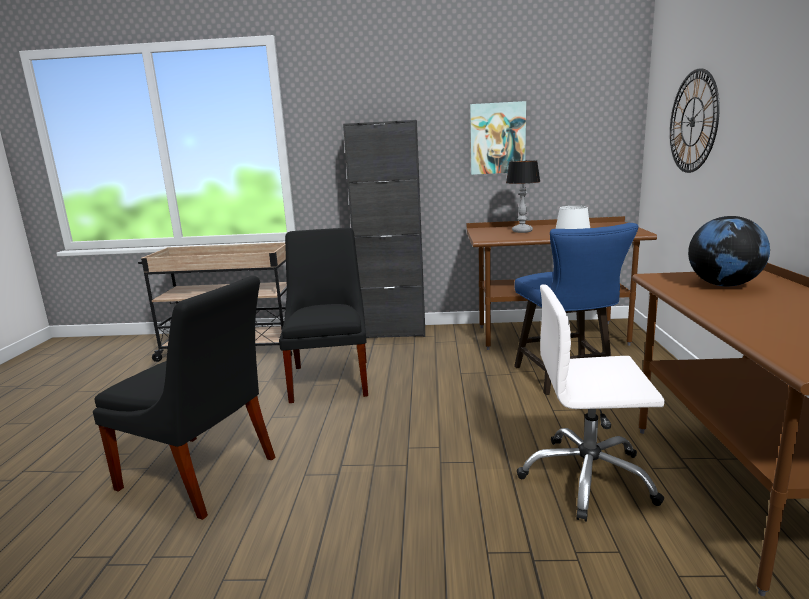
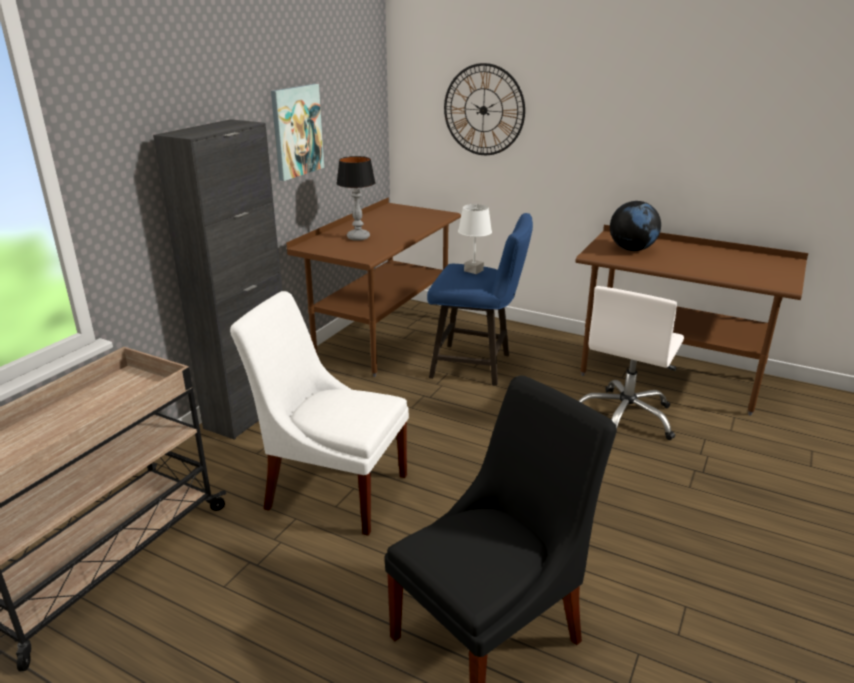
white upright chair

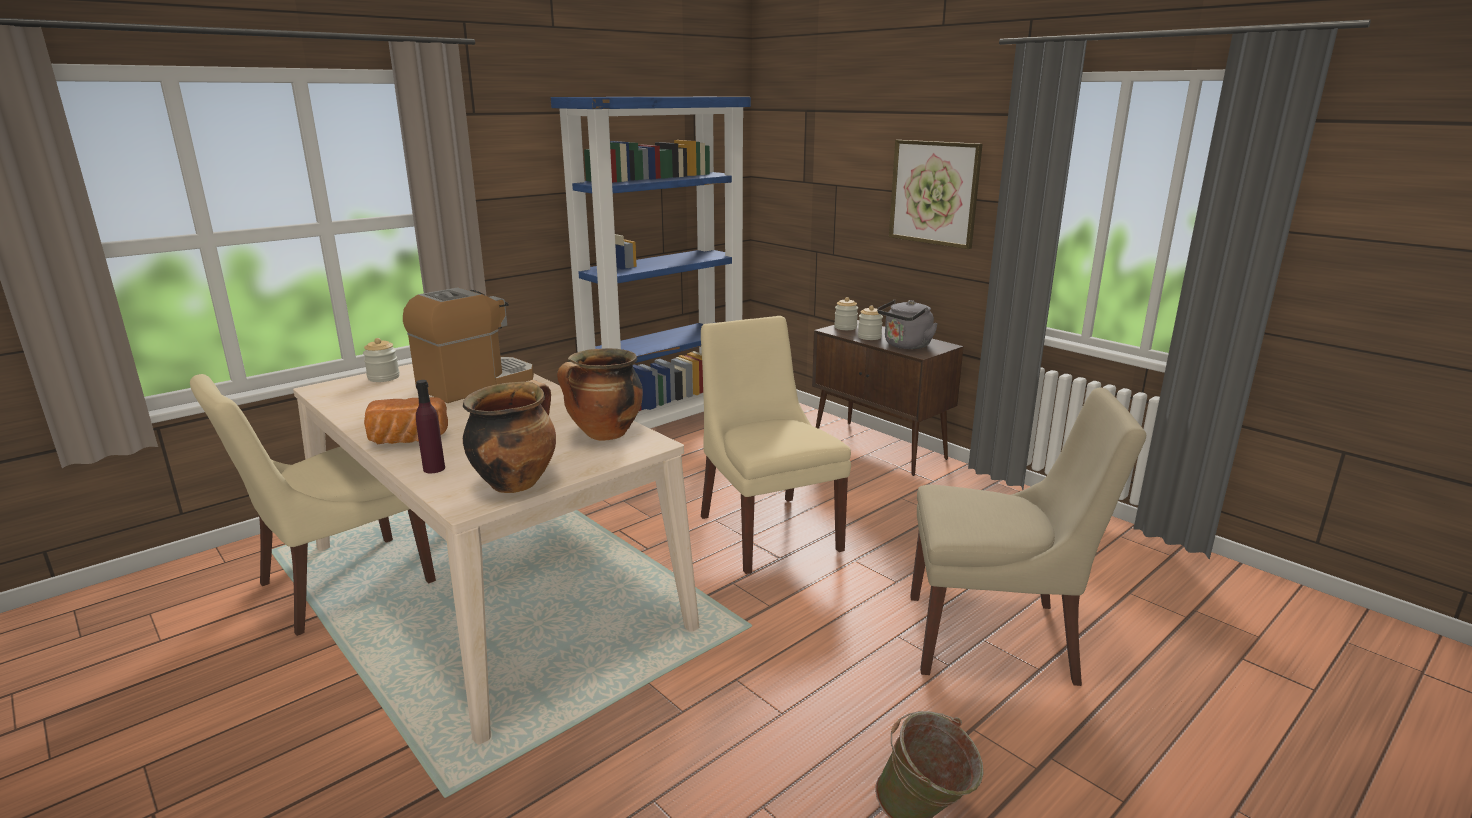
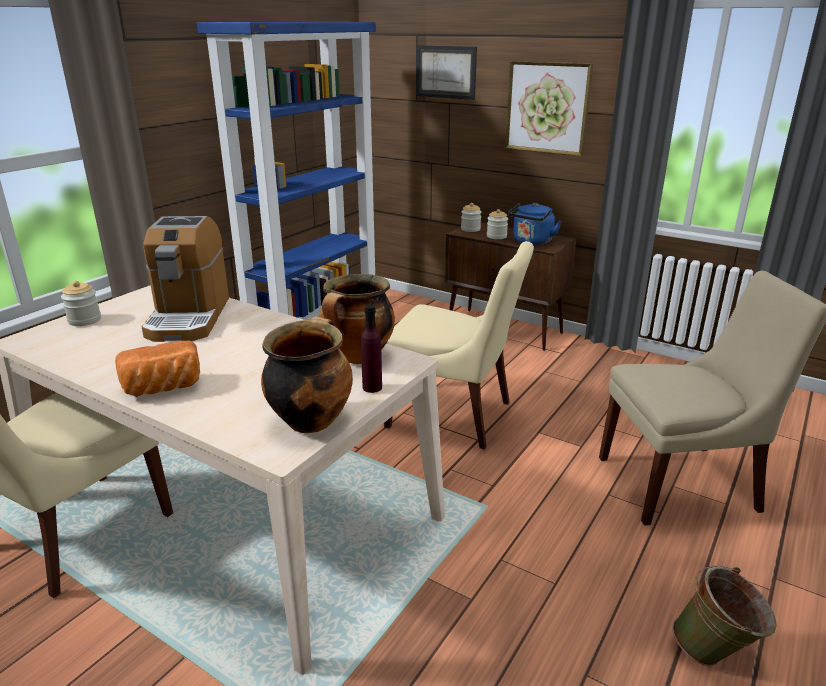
coffee brewer
purple drink bottle
beige upright chair (2nd from left)
blue-coloured water kettle
picture (1st from left)

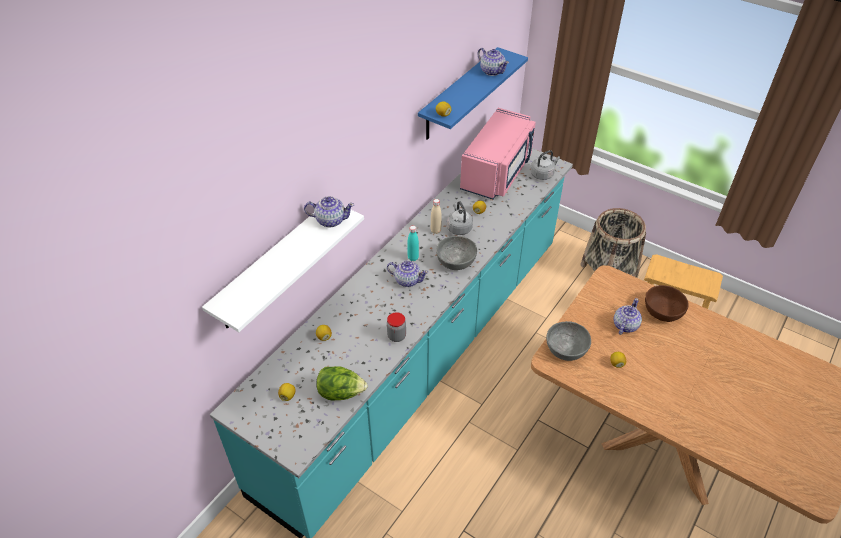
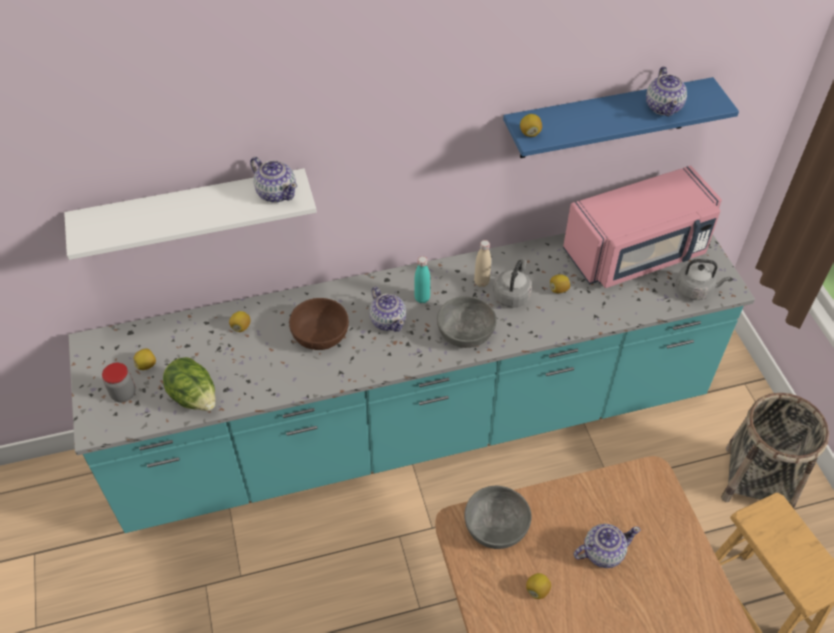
preserve jar
brown-coloured serving bowl

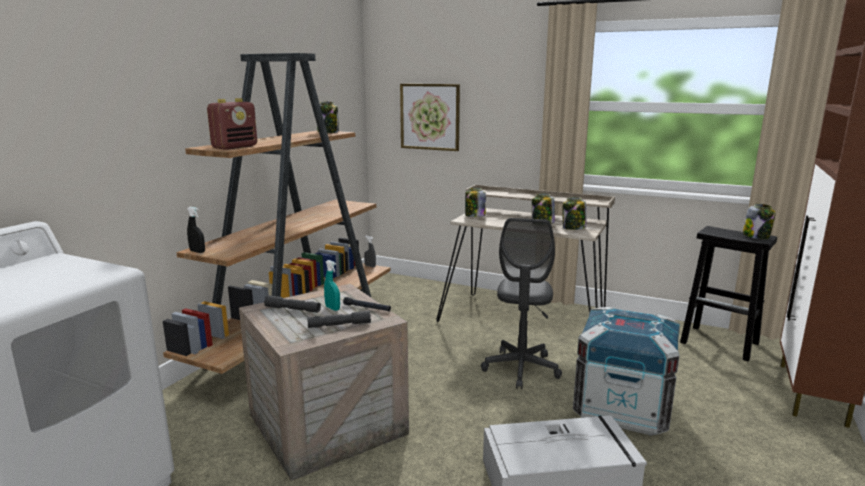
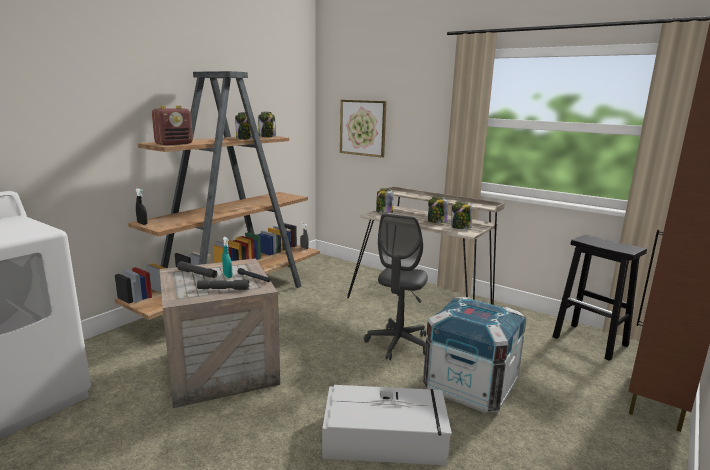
preserve jar (1st from left)

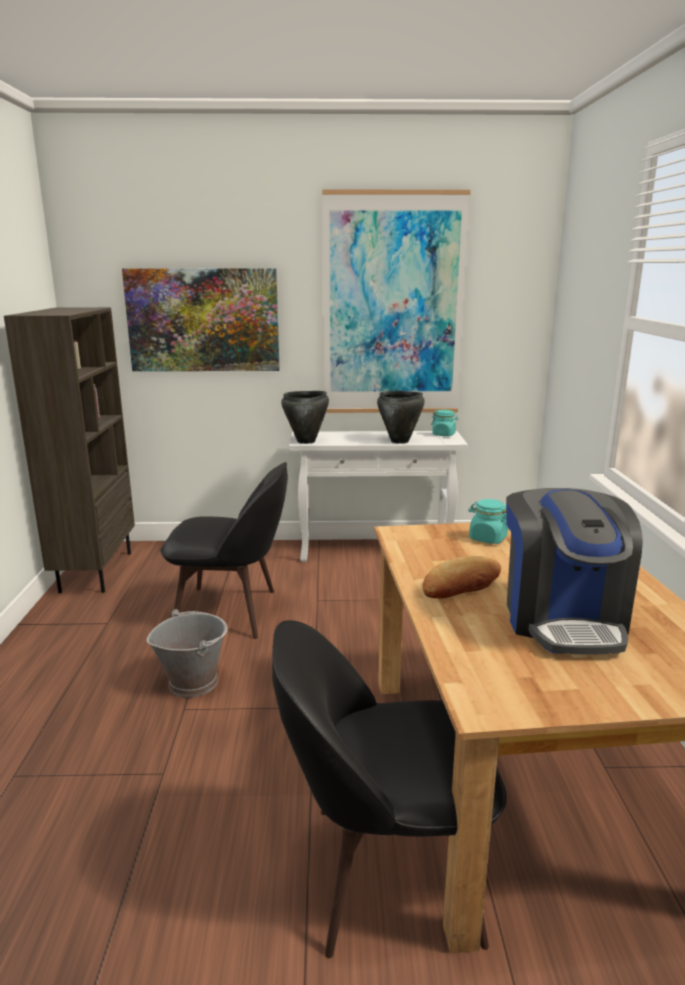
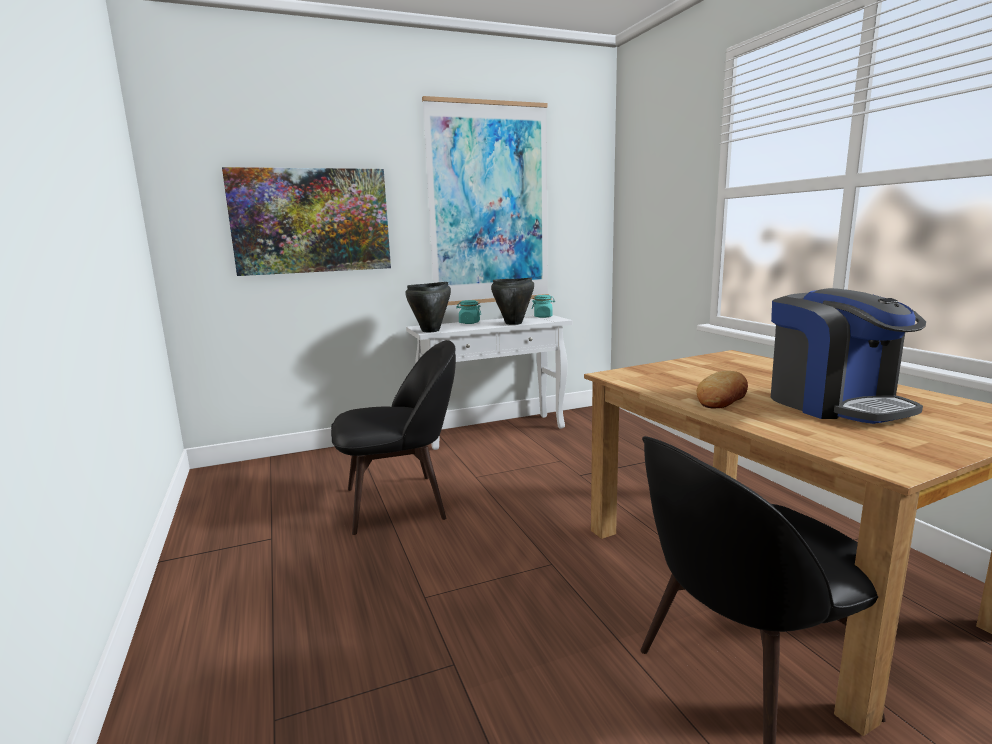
brown-coloured shelving unit
greyish pail
turquoise preserve jar (1st from left)

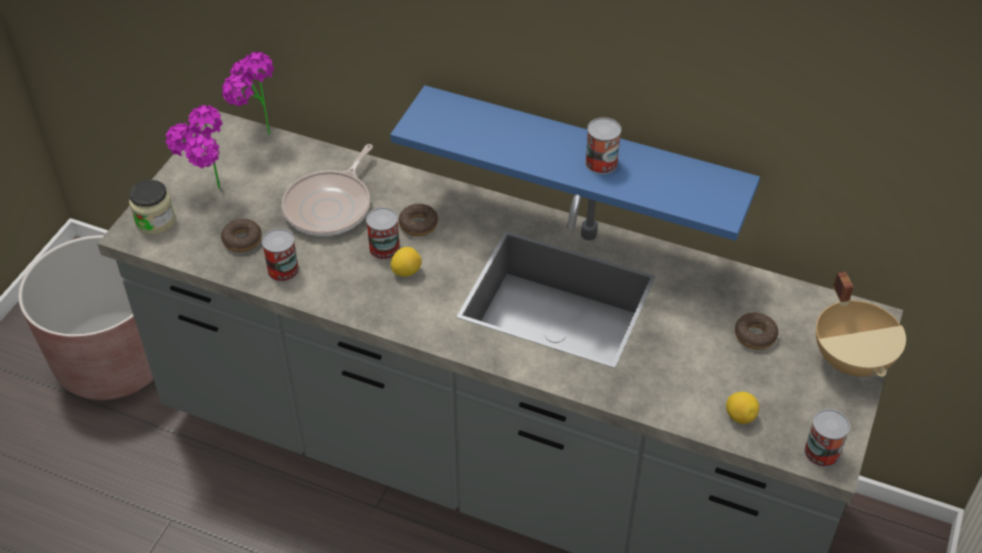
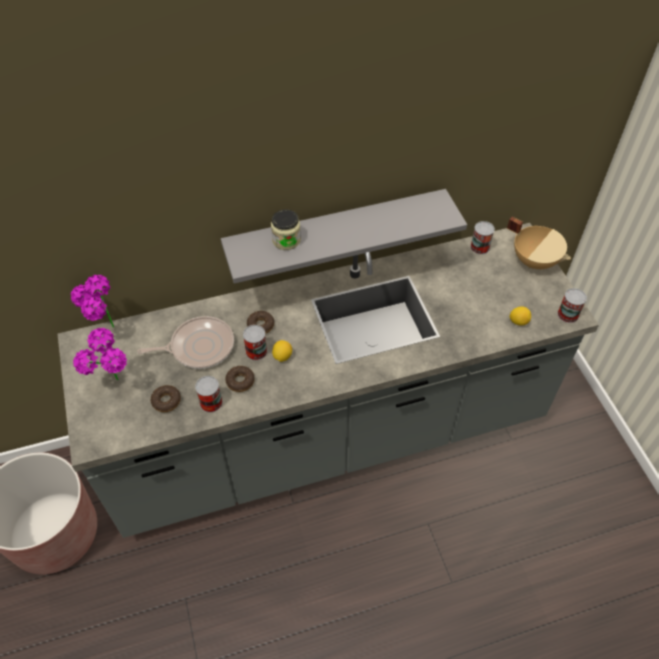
preserve jar
skillet
greyish shelf
can (3rd from left)
donut (2nd from left)

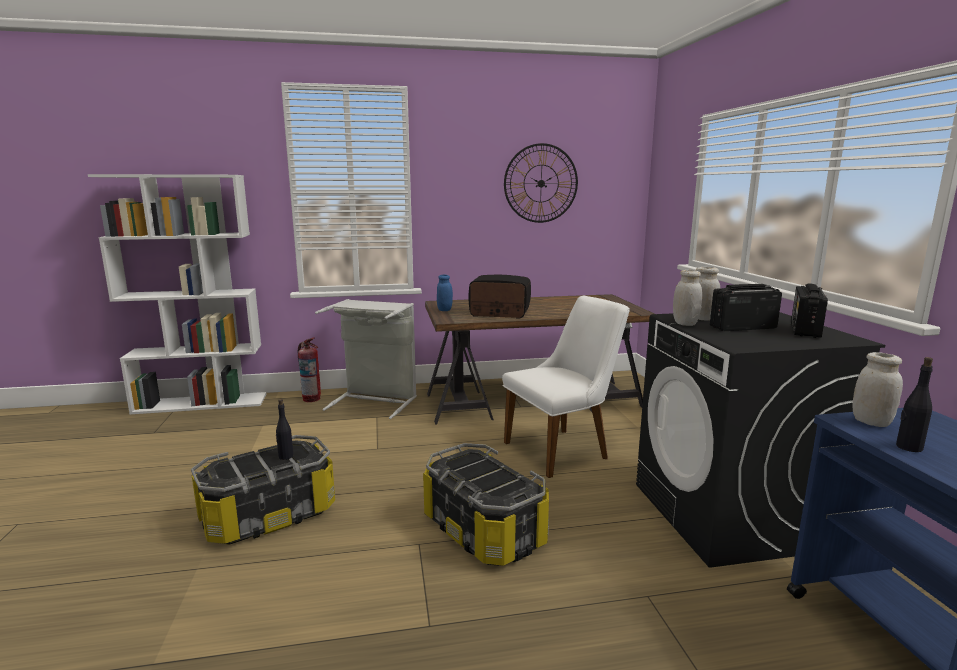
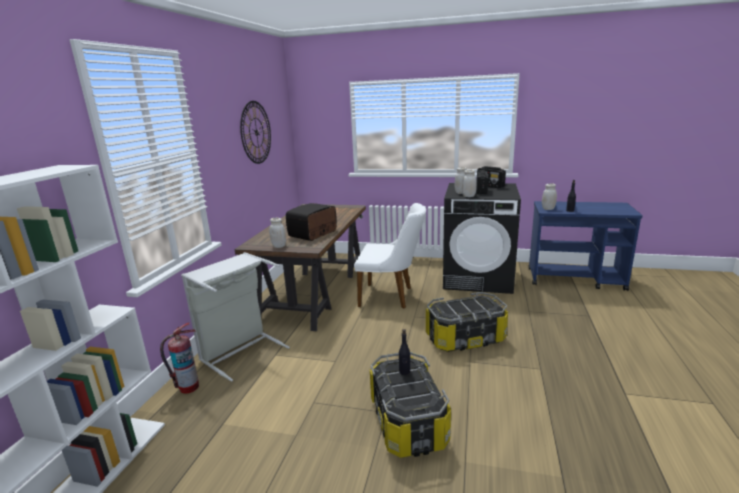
white preserve jar (1st from left)
white upright chair

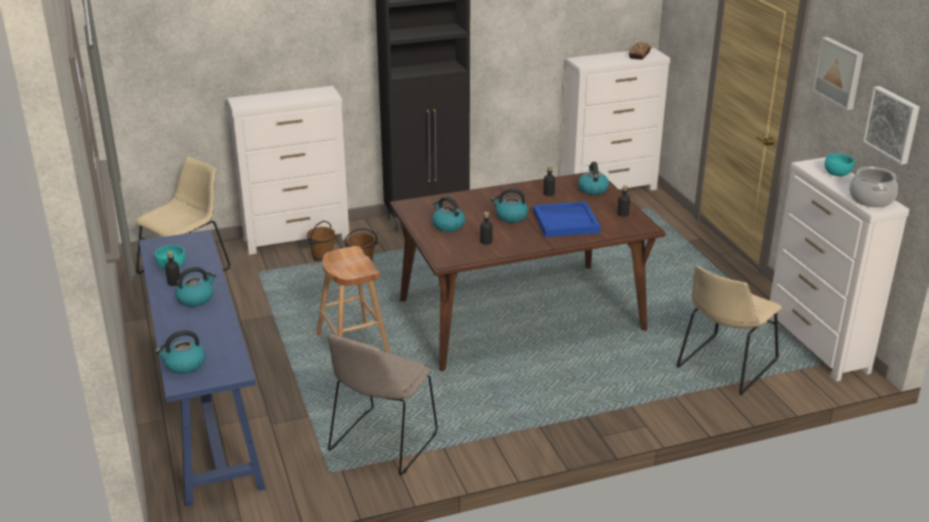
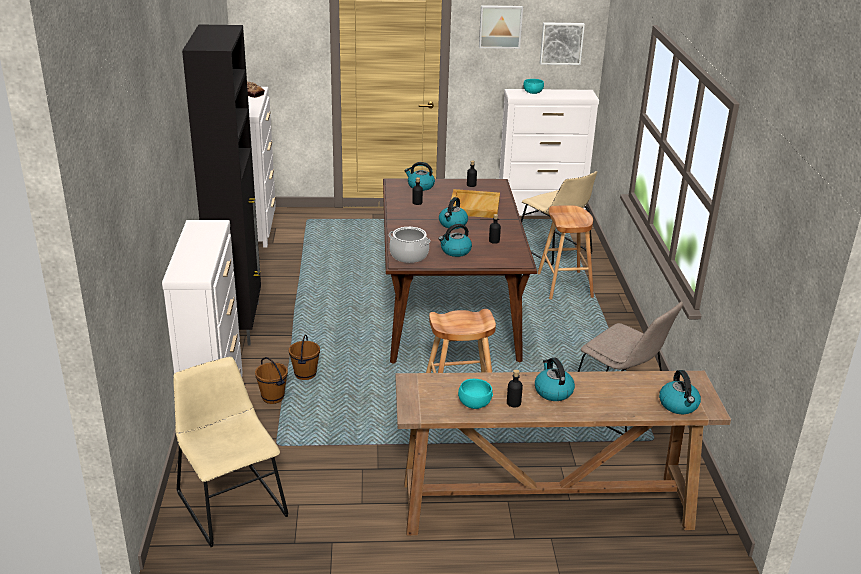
brown-coloured narrow table
beige tray
stockpot
brown-coloured stool (2nd from left)

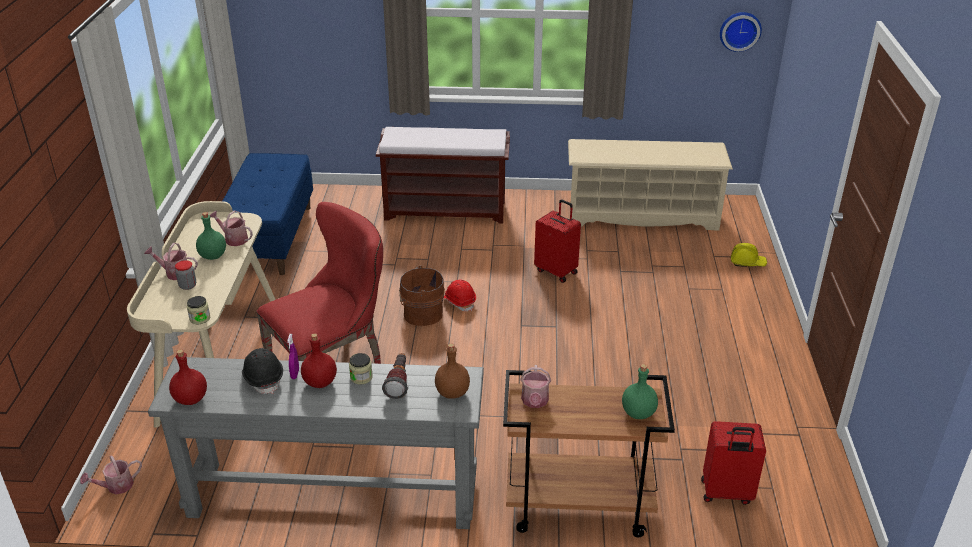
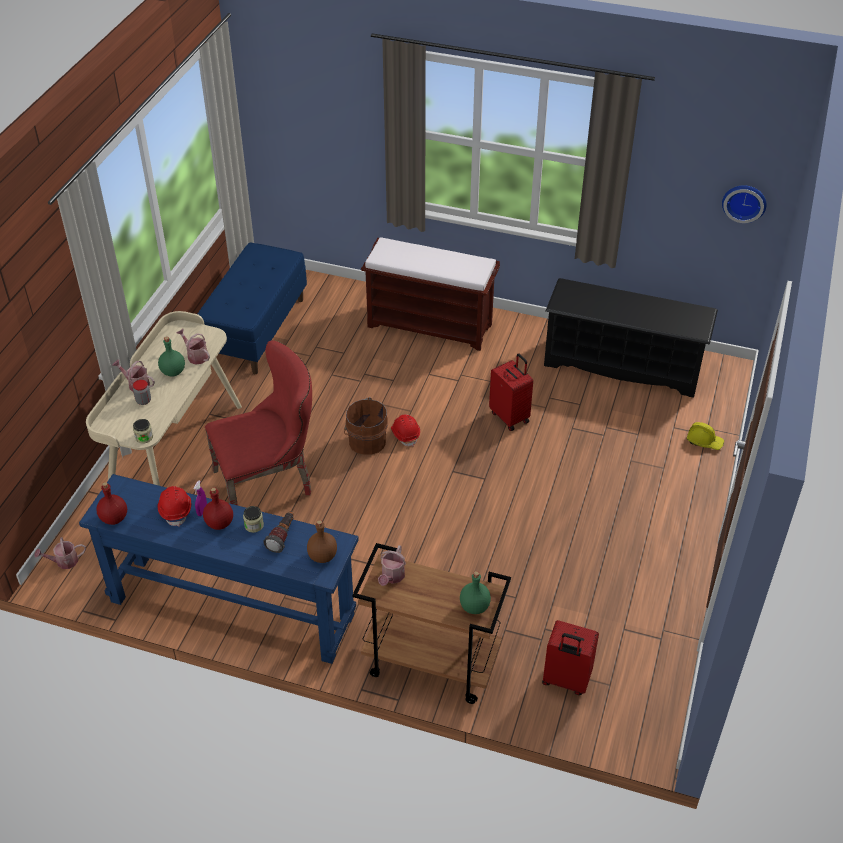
blue-coloured narrow table
red-coloured work helmet (1st from left)
black-coloured shoe stand

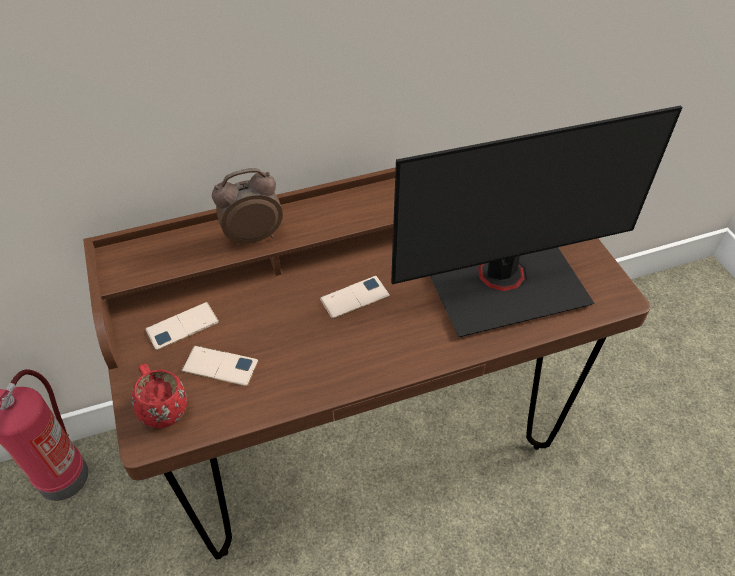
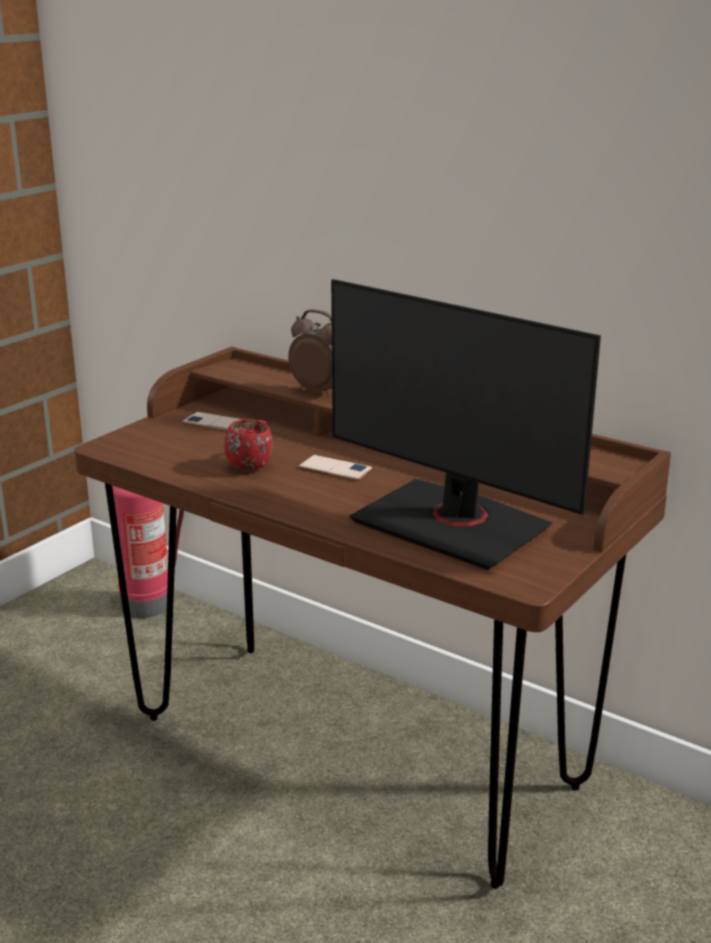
red-coloured coffee mug
phone (2nd from left in the first image)

